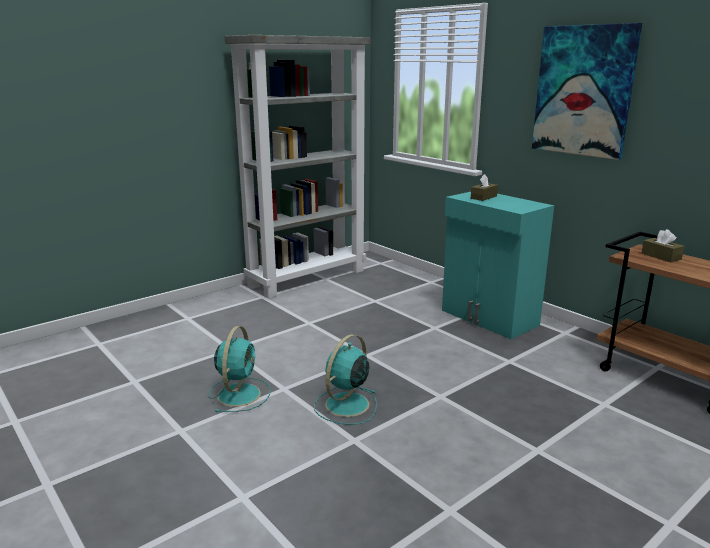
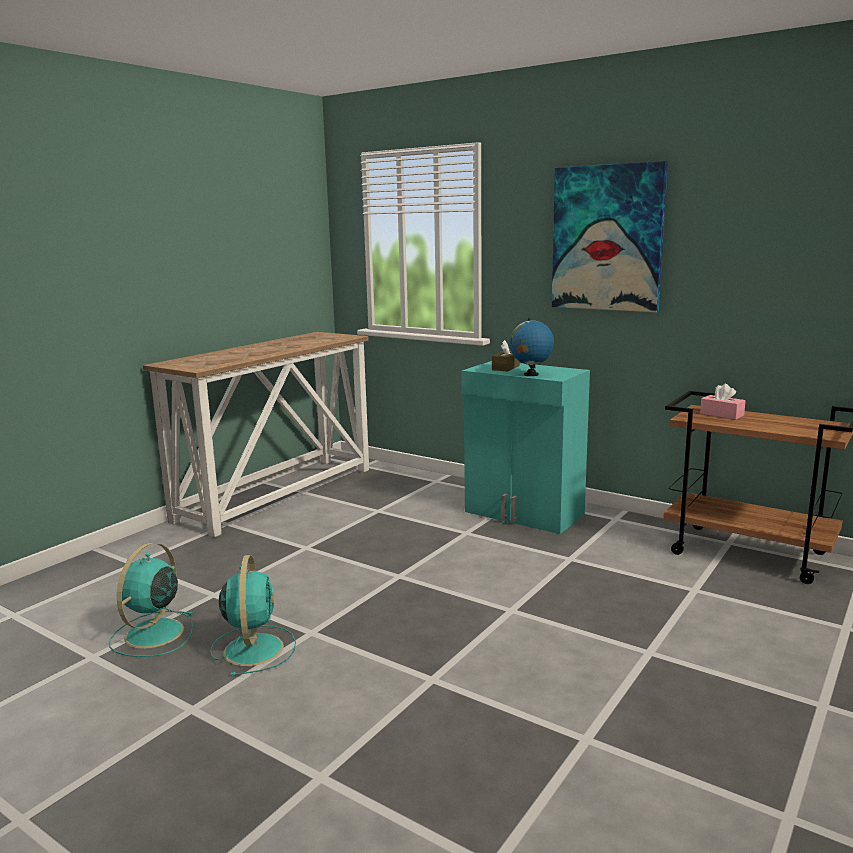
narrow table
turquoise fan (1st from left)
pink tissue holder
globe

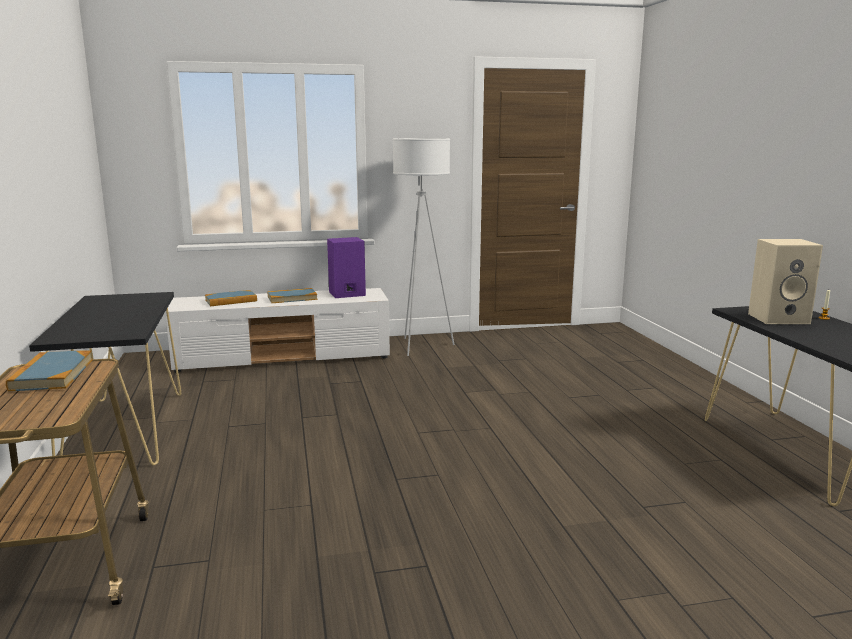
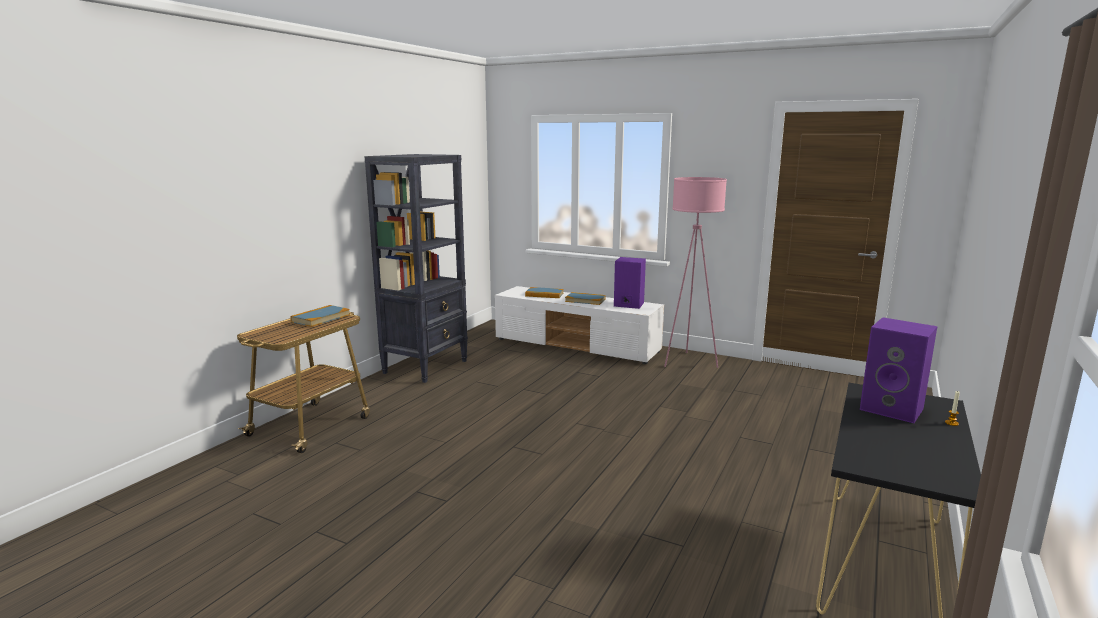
black-coloured shelving unit
pink standing lamp
purple loudspeaker (2nd from left)

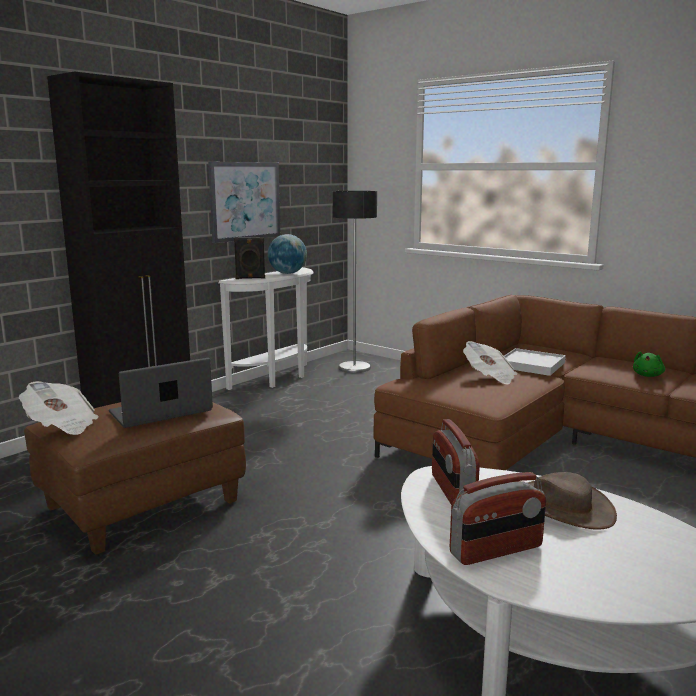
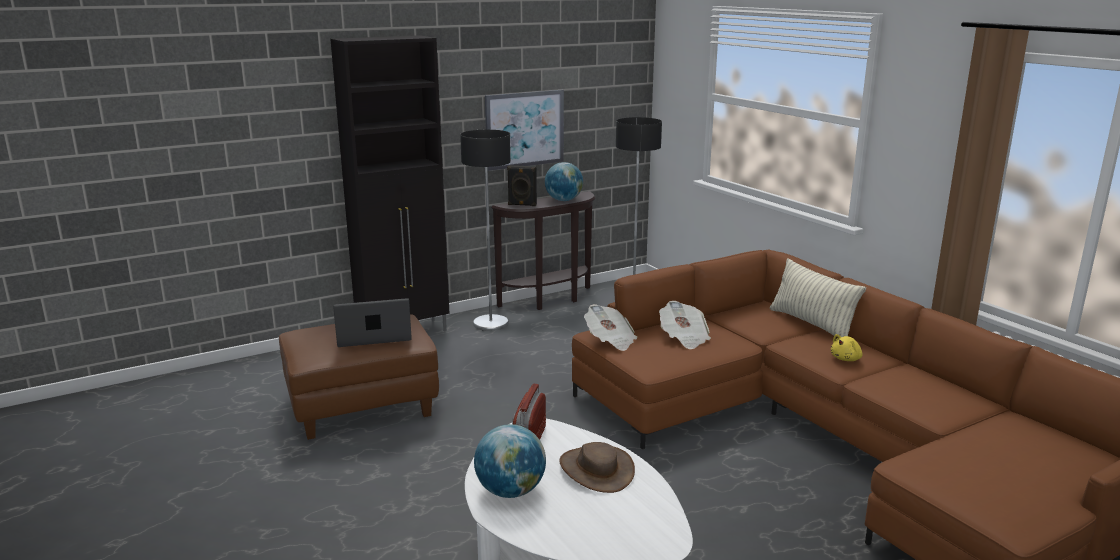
daily paper (1st from left)
brown-coloured narrow table
globe (1st from left)
white tray
yellow-coloured cuddly toy
standing lamp (1st from left)
pillow

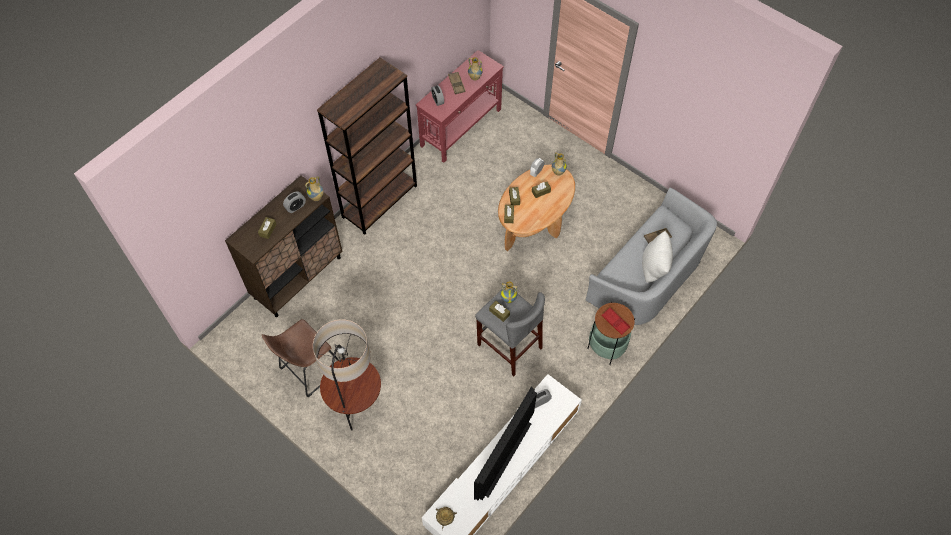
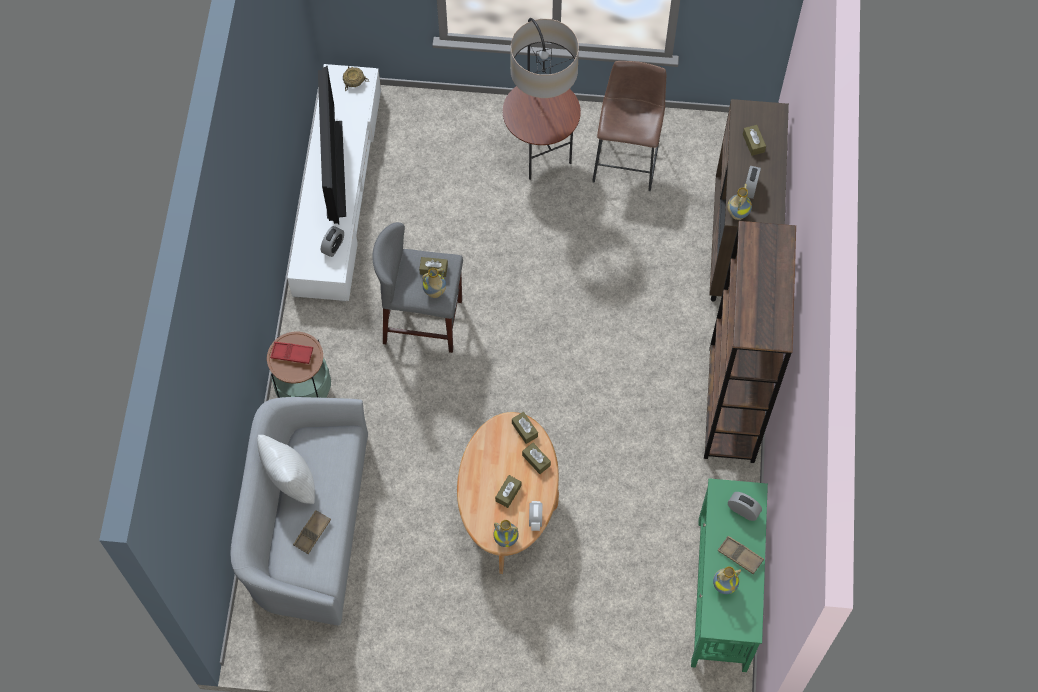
green narrow table

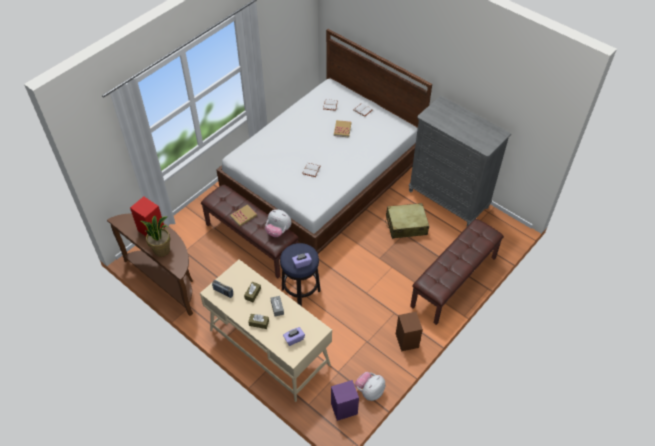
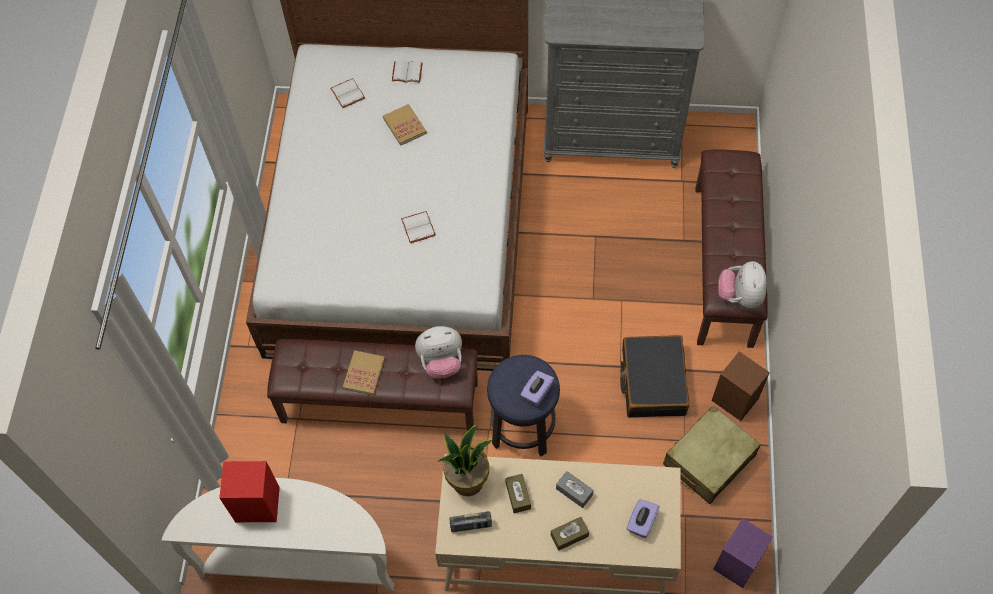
white narrow table
potted plant
cuddly toy (2nd from left)
beige piece of luggage
black-coloured piece of luggage

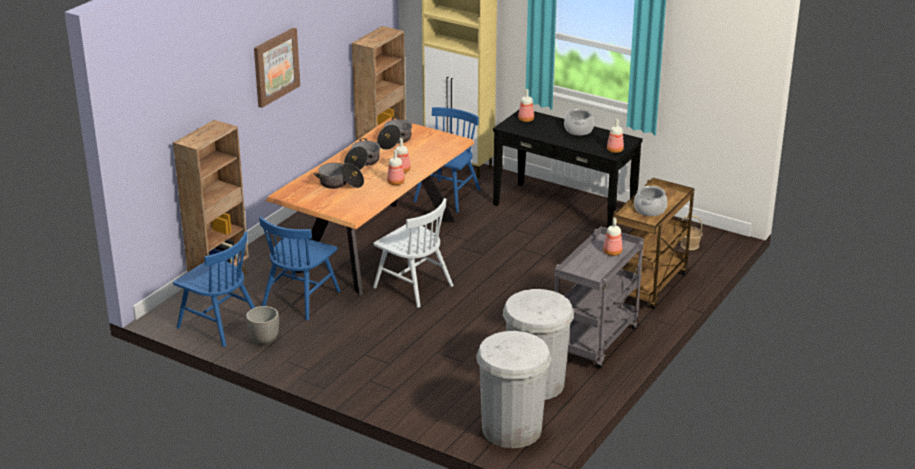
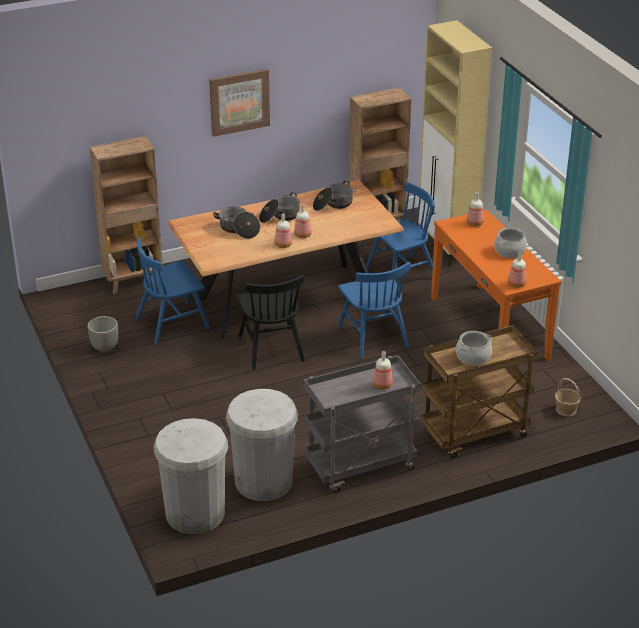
blue-coloured upright chair (2nd from left)
black-coloured upright chair
orange-coloured narrow table

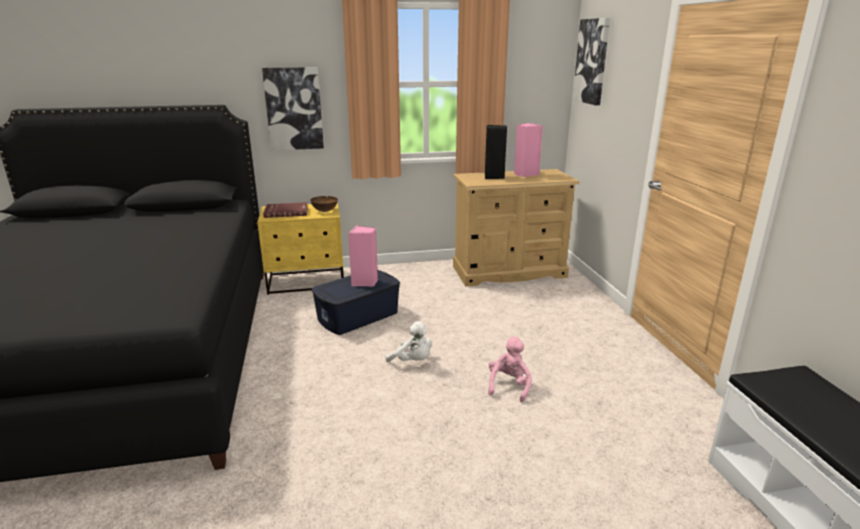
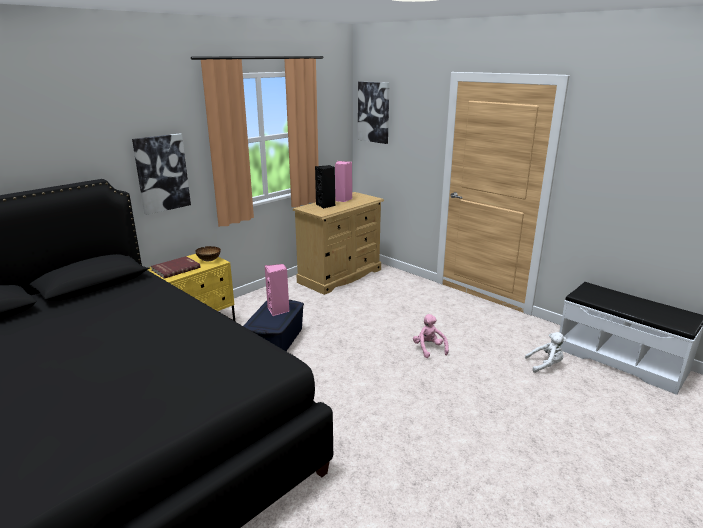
white cuddly toy

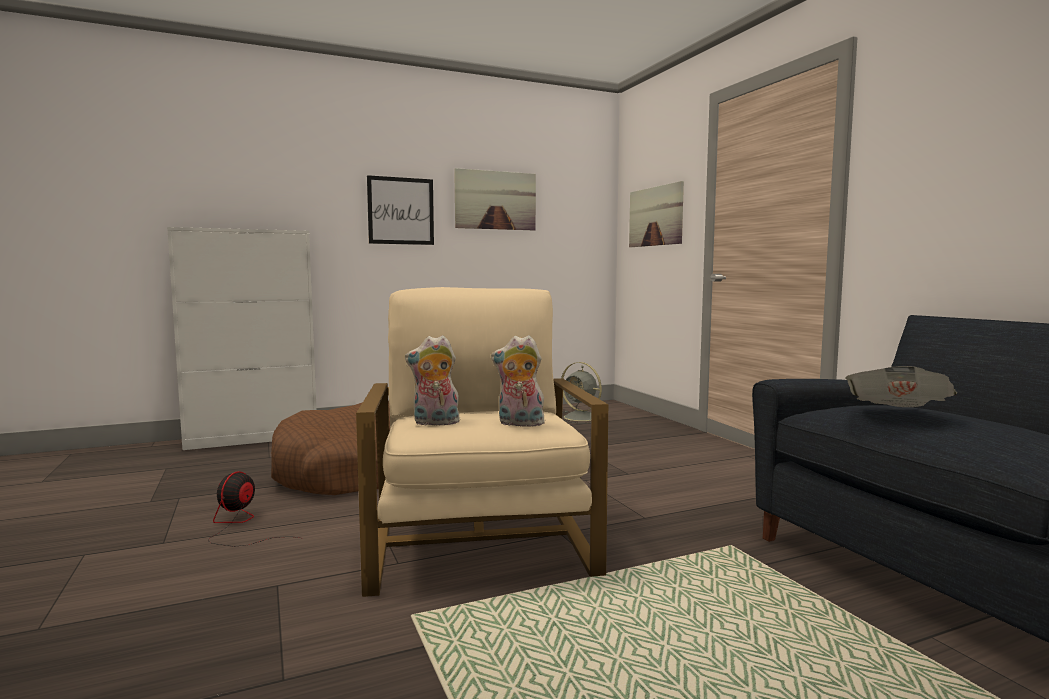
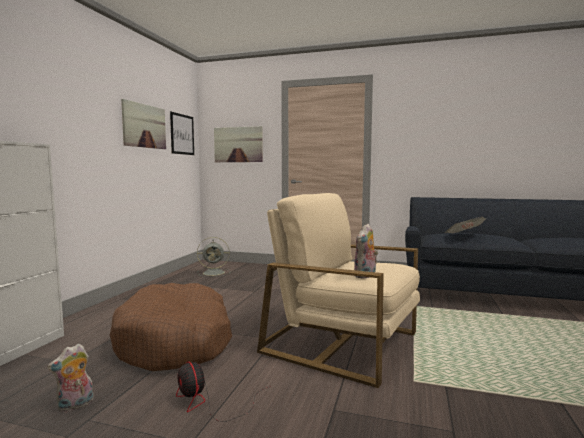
picture (2nd from left)
cuddly toy (1st from left)

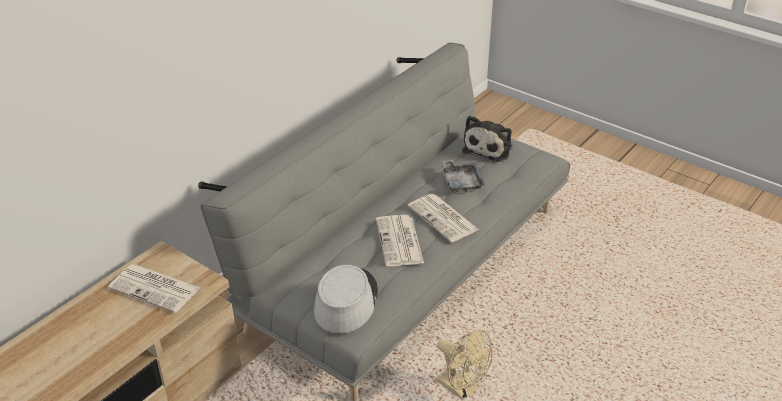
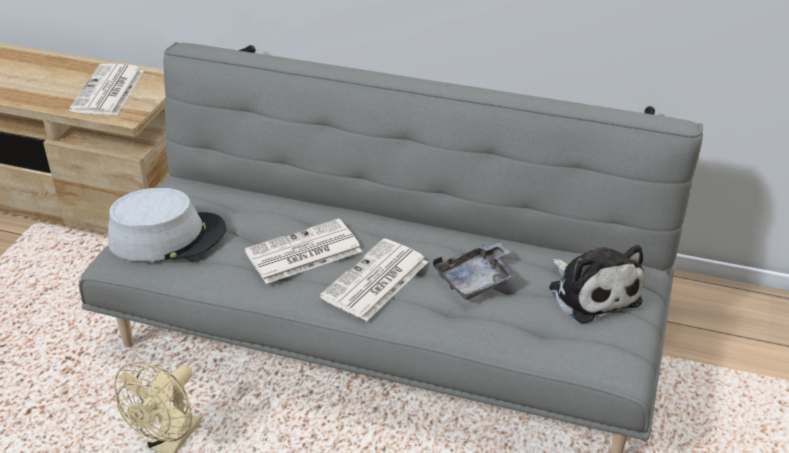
cuddly toy

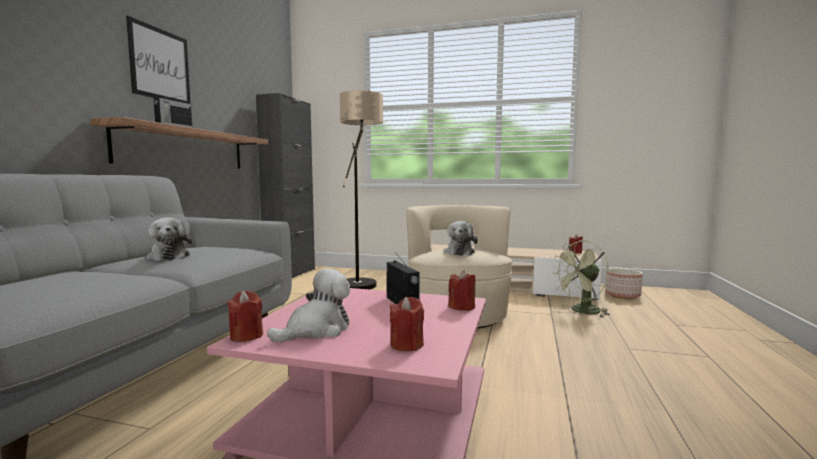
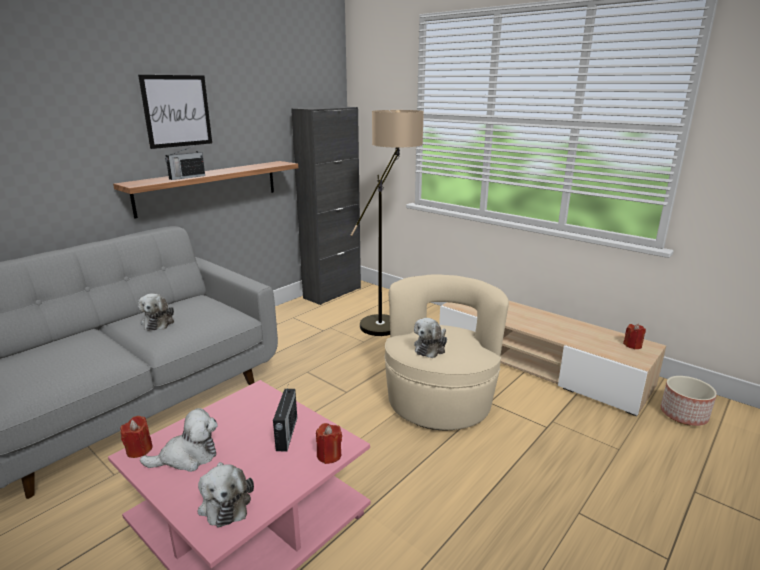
cuddly toy (3rd from left)
green fan

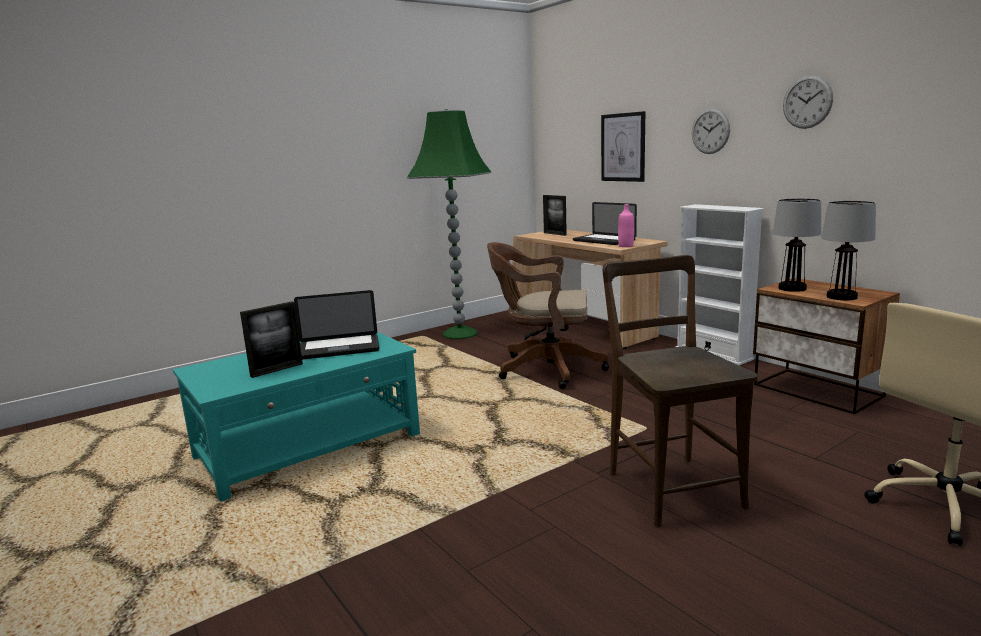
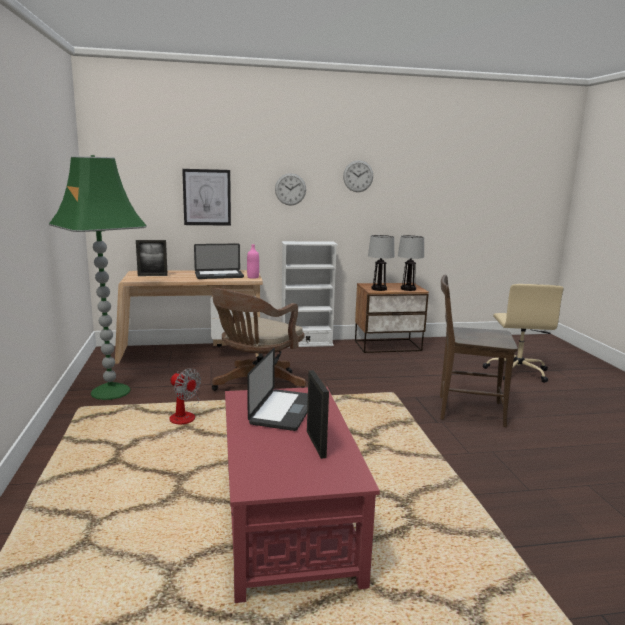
red-coloured low table
fan

